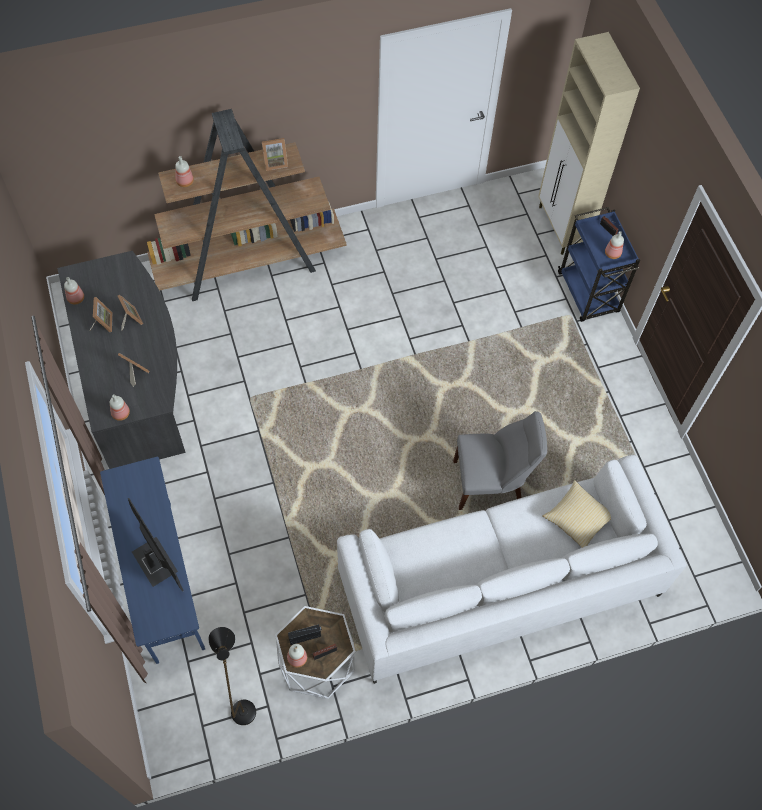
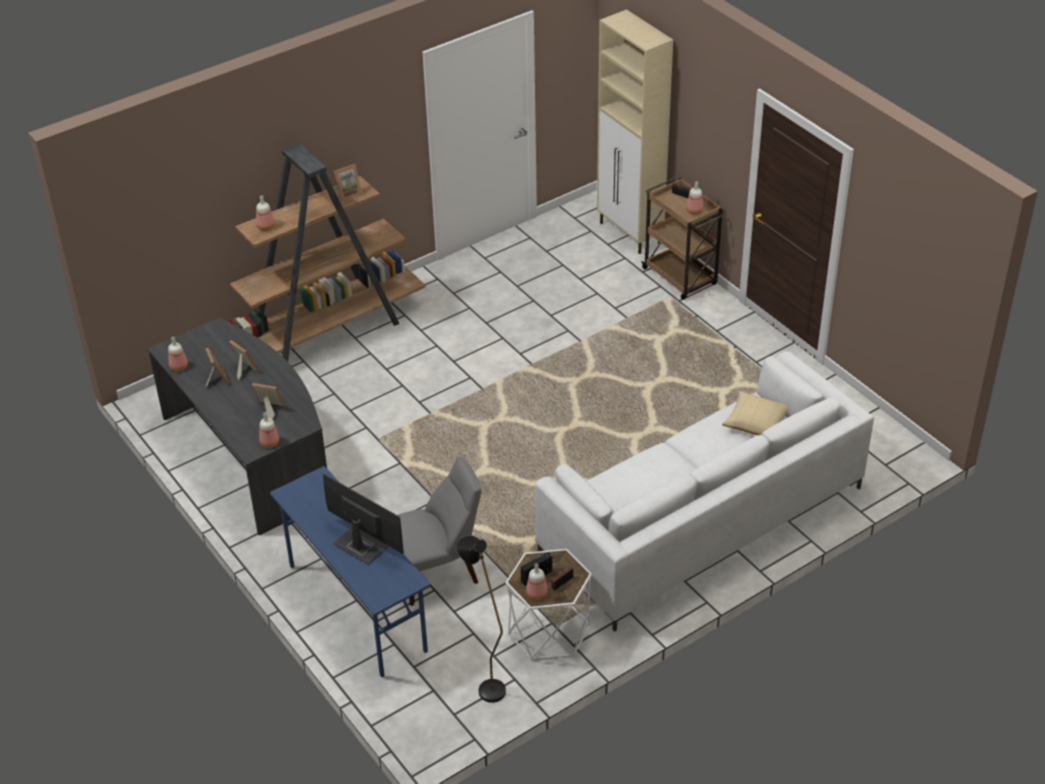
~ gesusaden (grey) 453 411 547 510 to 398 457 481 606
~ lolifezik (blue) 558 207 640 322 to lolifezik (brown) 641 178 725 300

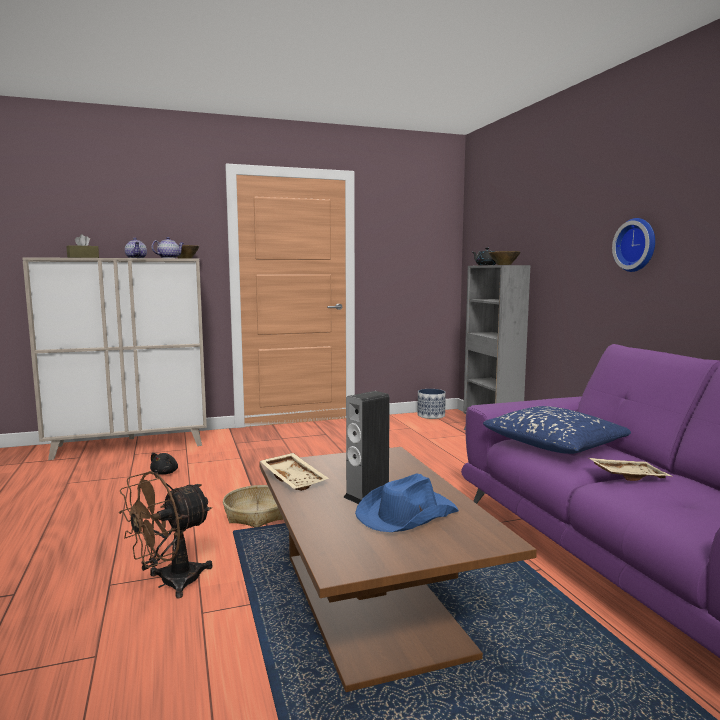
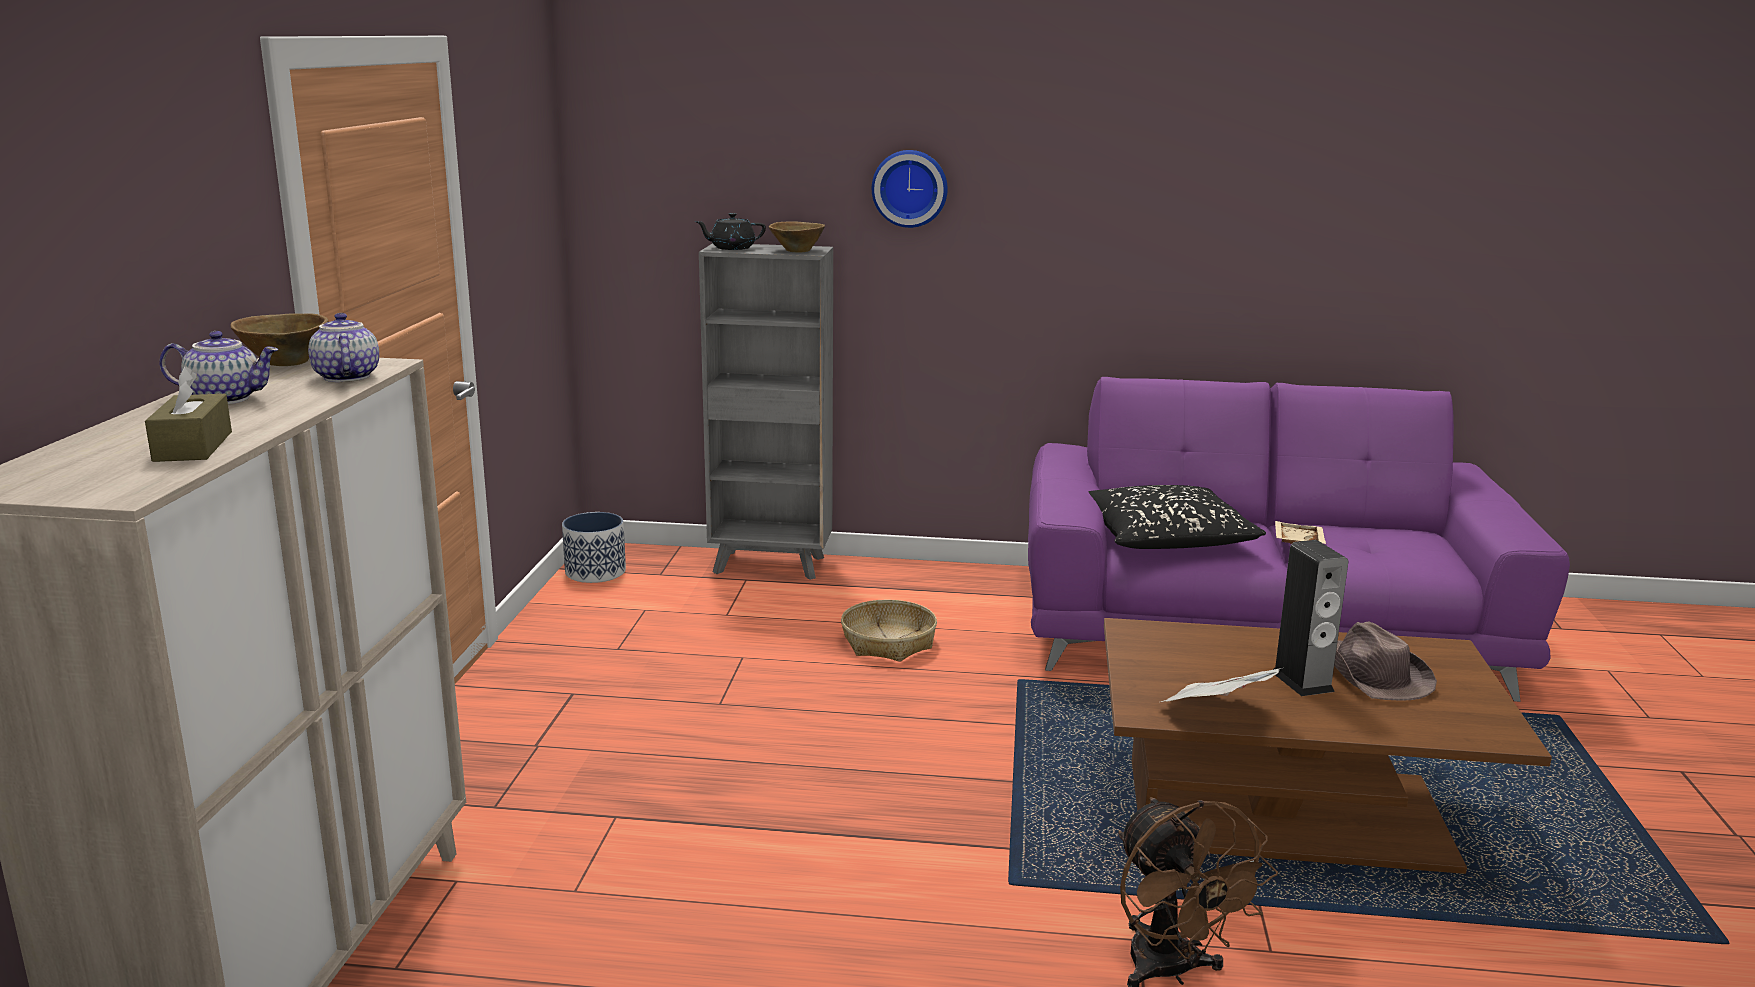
- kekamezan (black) 150 453 178 475
~ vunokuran 223 485 284 527 to 841 600 937 662
~ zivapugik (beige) 260 453 329 491 to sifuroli 1161 667 1286 702
~ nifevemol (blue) 355 474 459 532 to nifevemol (brown) 1334 622 1437 700
~ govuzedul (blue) 483 406 631 454 to govuzedul (black) 1089 485 1266 549
~ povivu 612 218 655 272 to 872 150 948 228

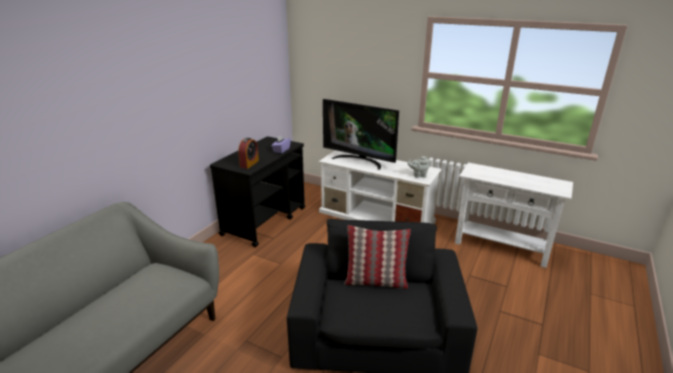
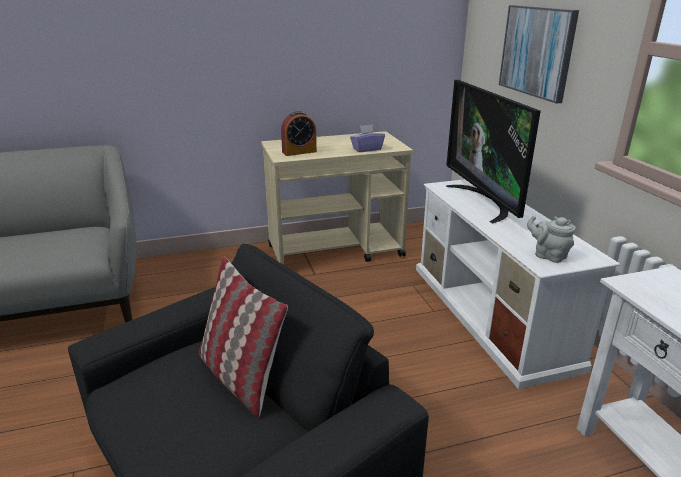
~ lolifezik (black) 210 136 305 247 to lolifezik (beige) 261 131 413 265
+ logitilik 499 5 579 104

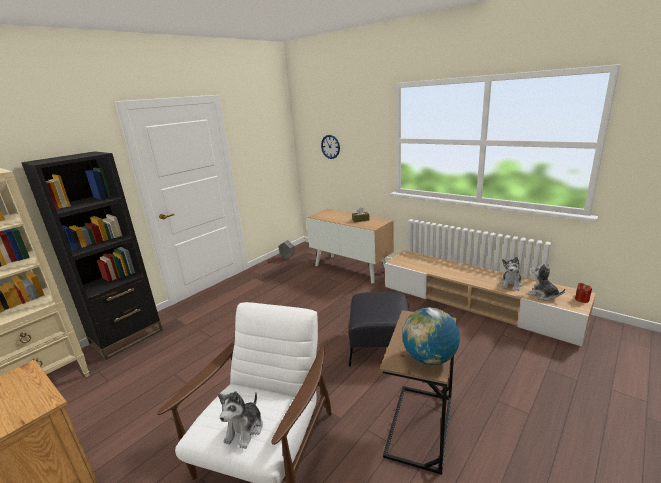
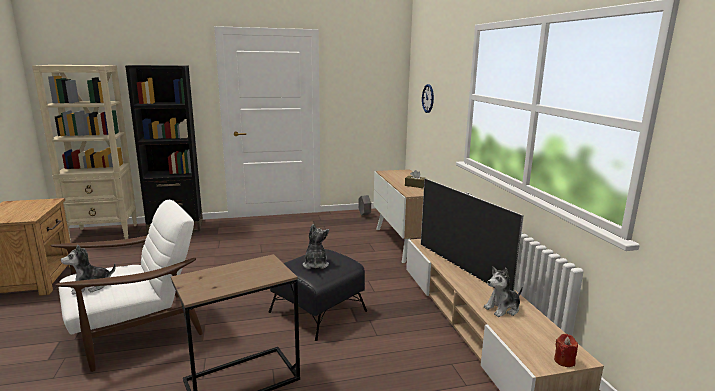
- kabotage 402 307 460 365
~ kekamezan 528 264 565 301 to 303 224 329 269
+ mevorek 421 178 524 291

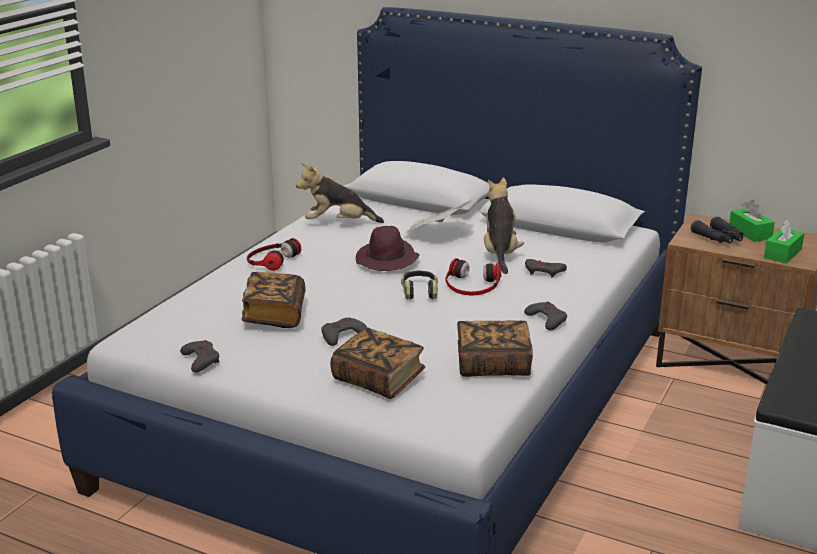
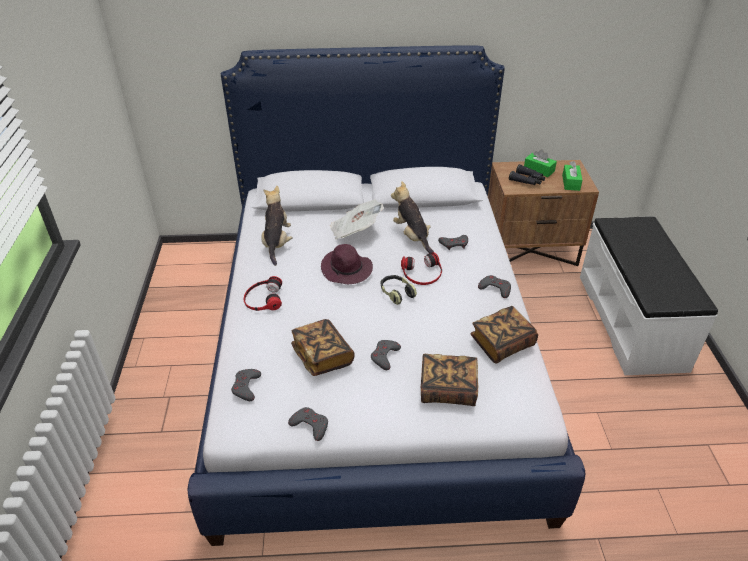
~ kekamezan 296 163 384 223 = 261 186 292 266 120 degrees clockwise
+ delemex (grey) 231 369 261 401

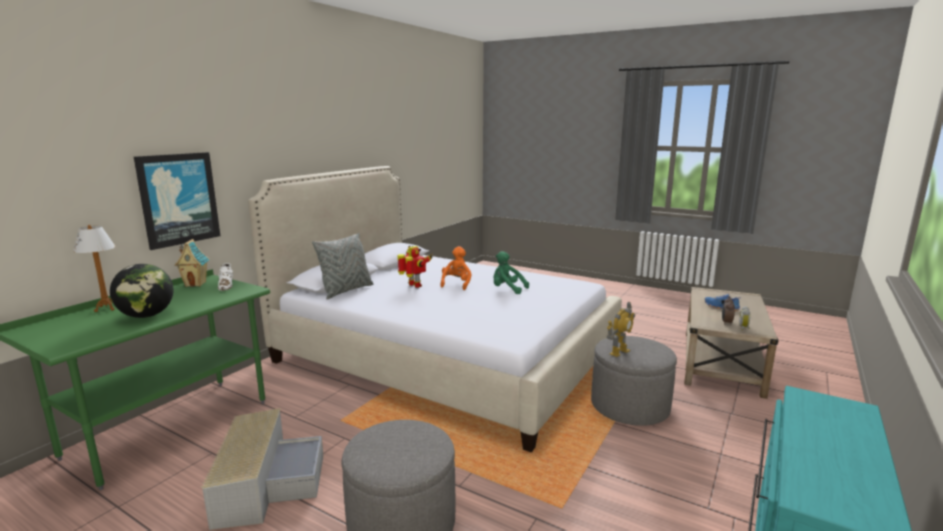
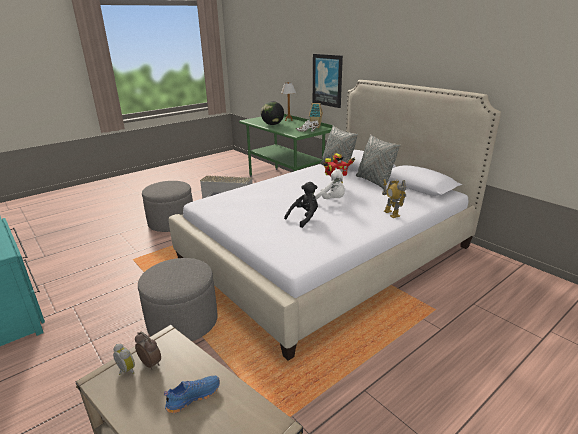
~ kekamezan (orange) 440 246 472 290 to kekamezan (white) 314 169 345 200
~ kekamezan (green) 494 251 529 294 to kekamezan (black) 284 182 318 228
~ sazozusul 607 302 635 357 to 382 179 406 218
+ govuzedul (grey) 356 134 401 188

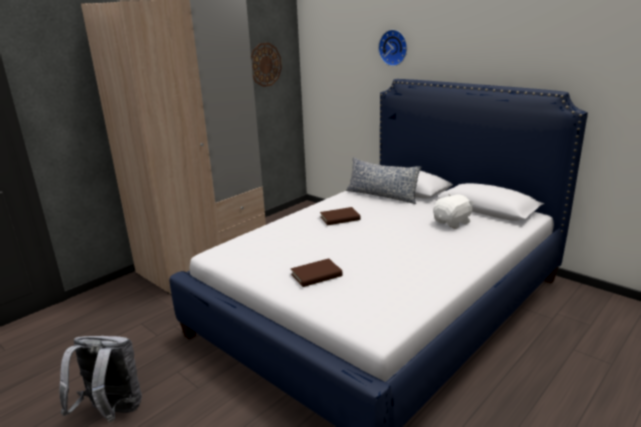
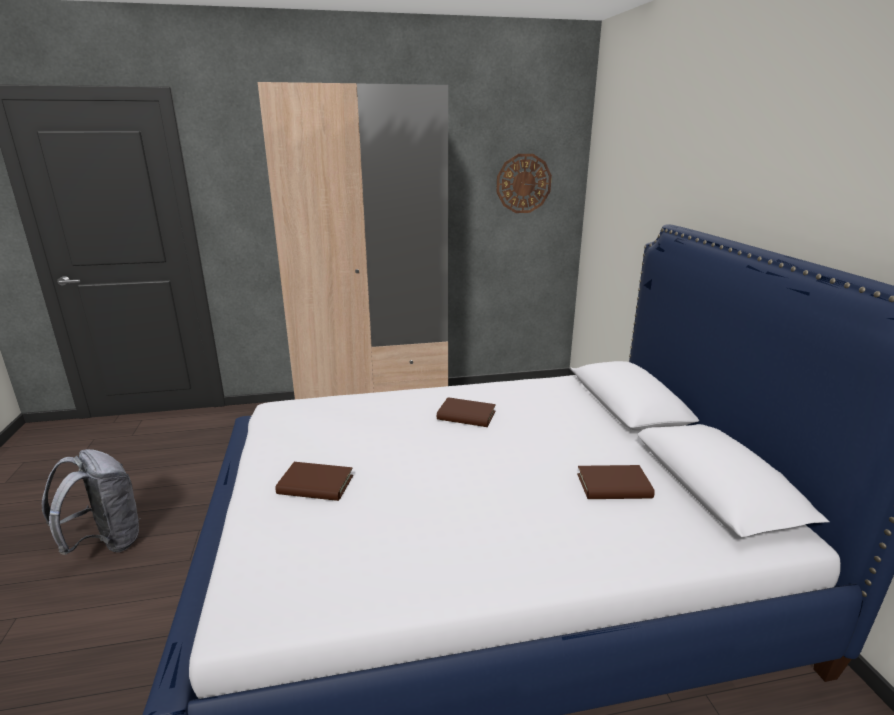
- govuzedul 346 157 421 204
- povivu 378 30 407 66
~ kekamezan (white) 433 194 474 229 to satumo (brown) 577 465 655 499

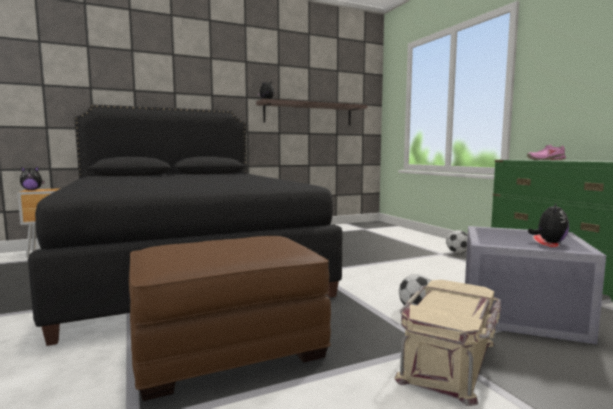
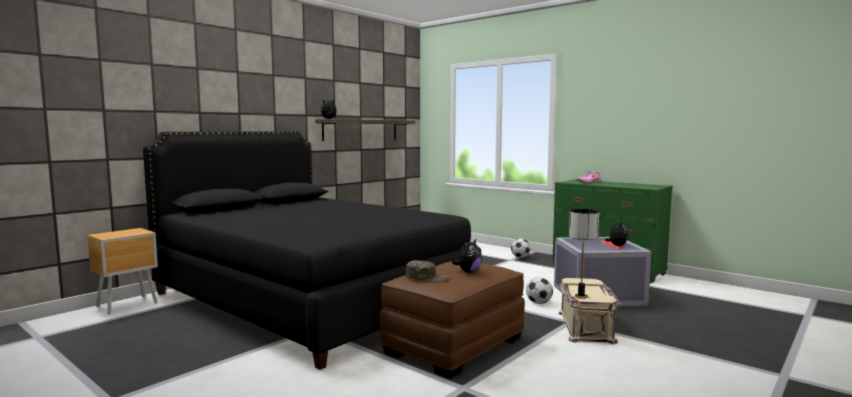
~ kekamezan 20 167 45 190 to 452 239 482 273
+ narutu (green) 405 260 448 282
+ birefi 569 209 599 299

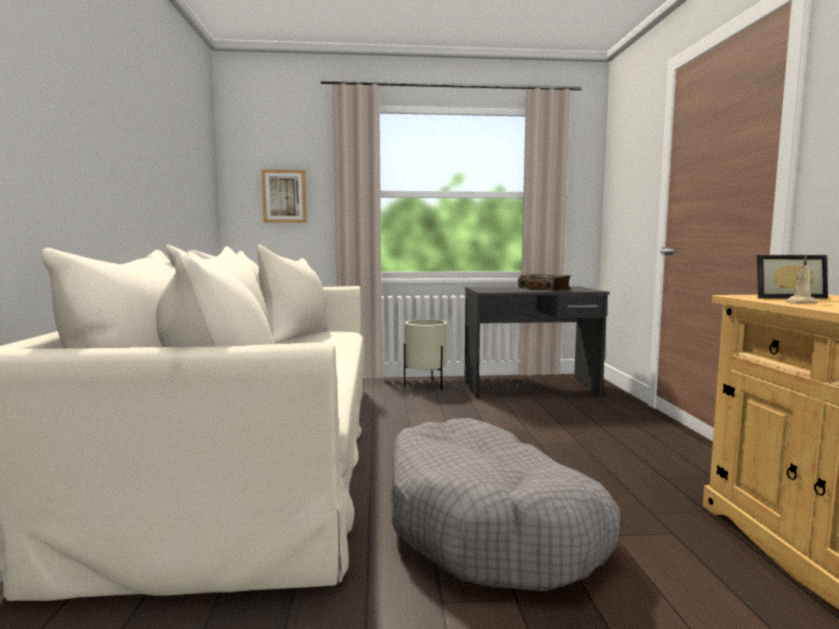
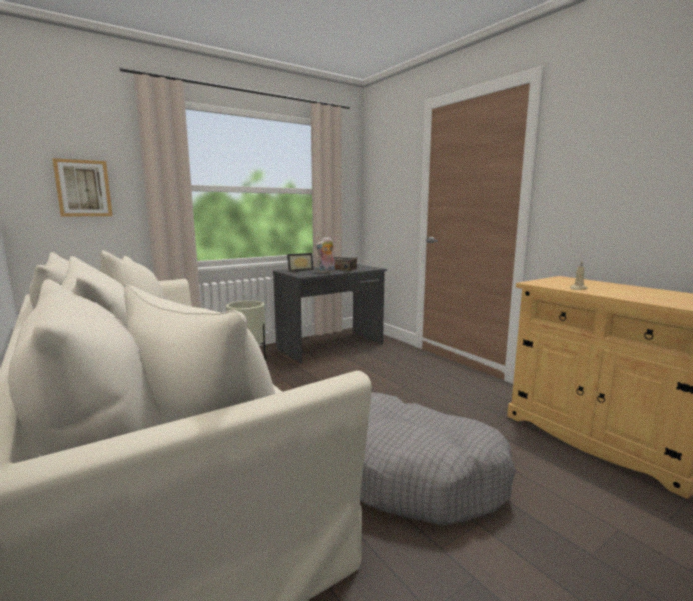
~ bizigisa 757 255 828 299 to 287 253 314 272
+ kekamezan 315 237 335 273

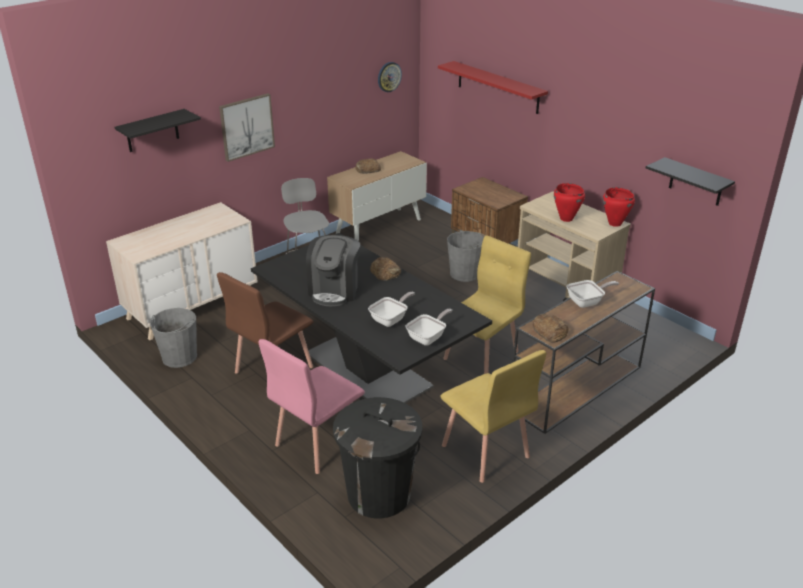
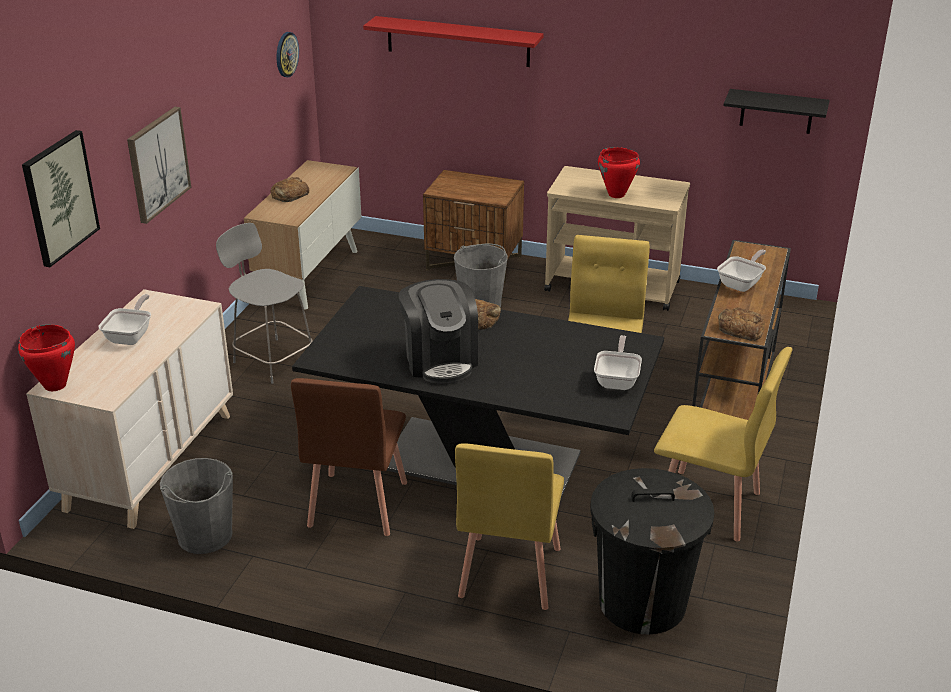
~ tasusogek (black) 114 109 201 152 to logitilik 22 130 100 267
~ gesusaden (pink) 259 339 365 474 to gesusaden (yellow) 455 443 564 610
~ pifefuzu 368 292 415 327 to 98 294 151 345
~ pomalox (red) 603 187 635 227 to 18 324 75 391

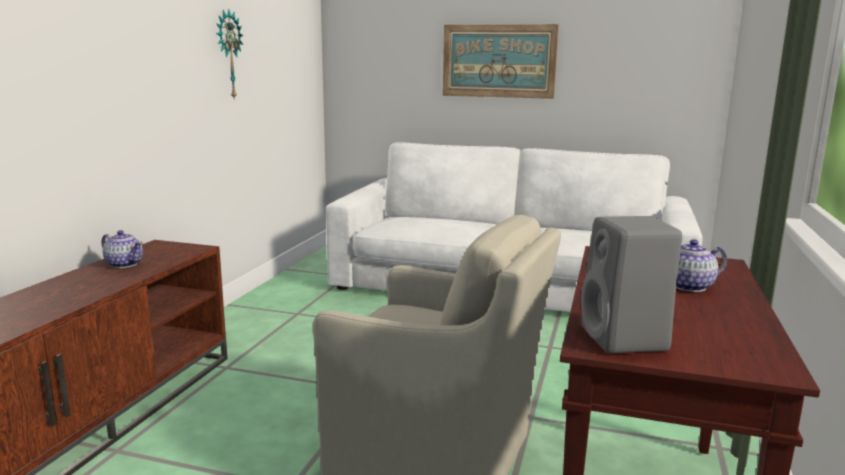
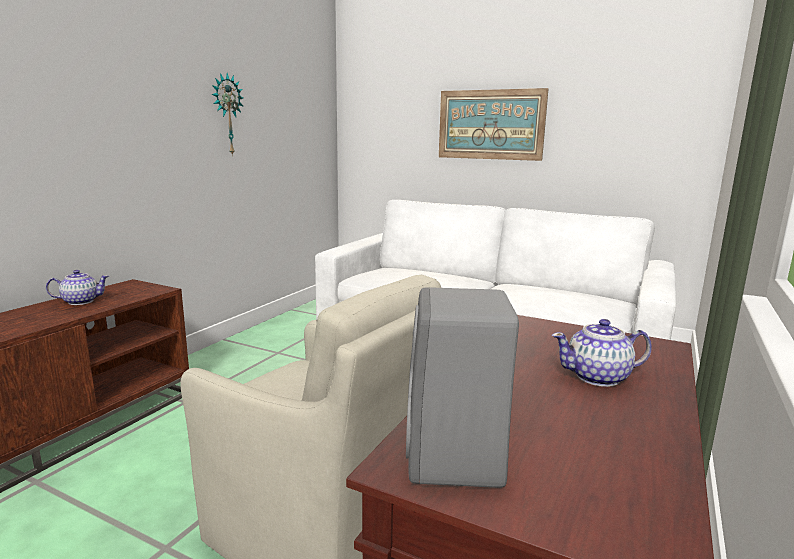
~ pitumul 101 230 143 268 = 46 270 109 305 60 degrees counterclockwise

